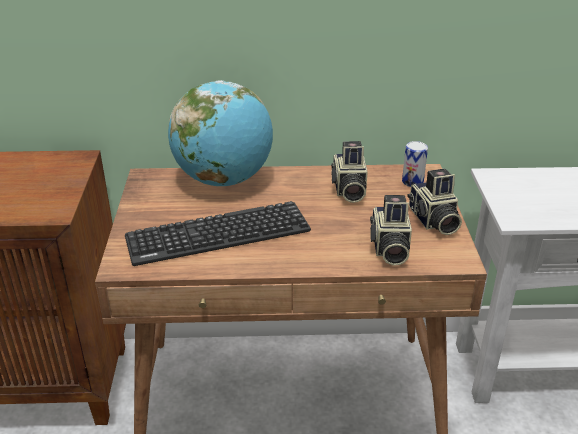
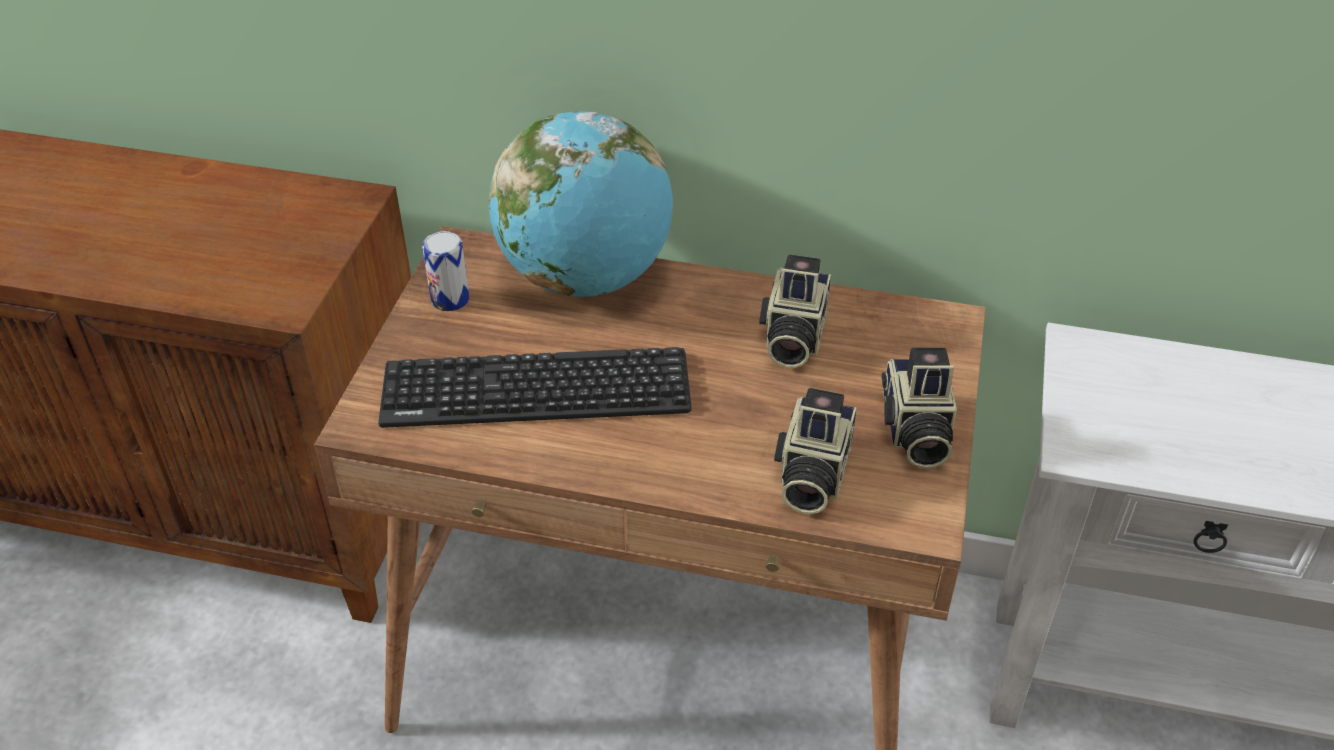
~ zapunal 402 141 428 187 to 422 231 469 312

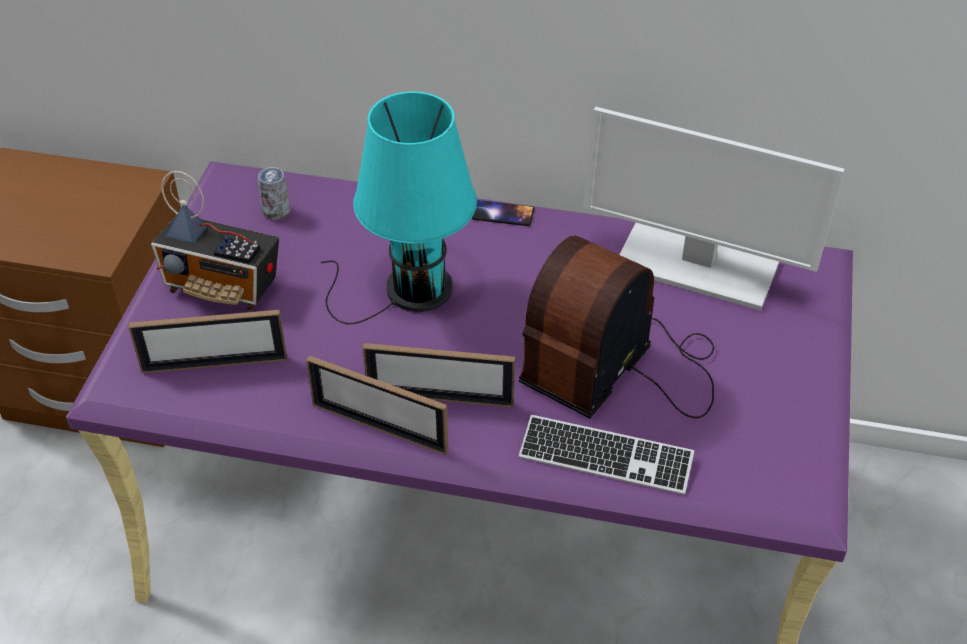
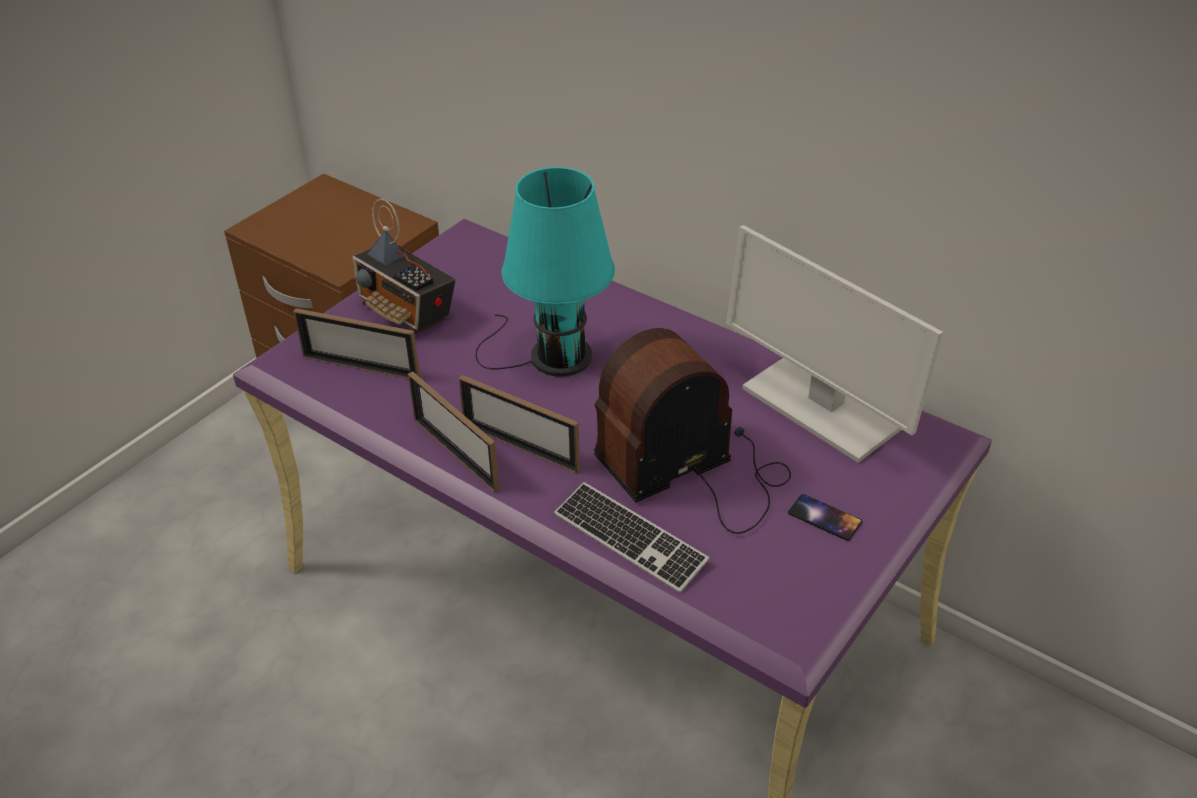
- zapunal 257 167 290 220
~ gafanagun 472 200 534 226 to 788 494 862 541

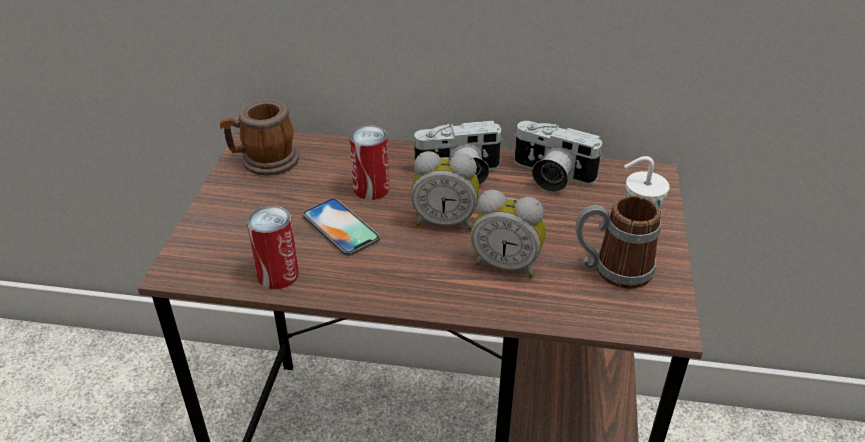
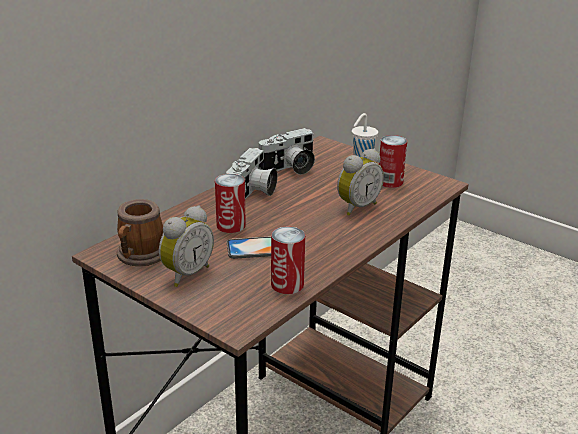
~ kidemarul 411 151 479 230 to 159 206 214 287
~ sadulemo 575 195 661 289 to zapunal 379 135 407 188

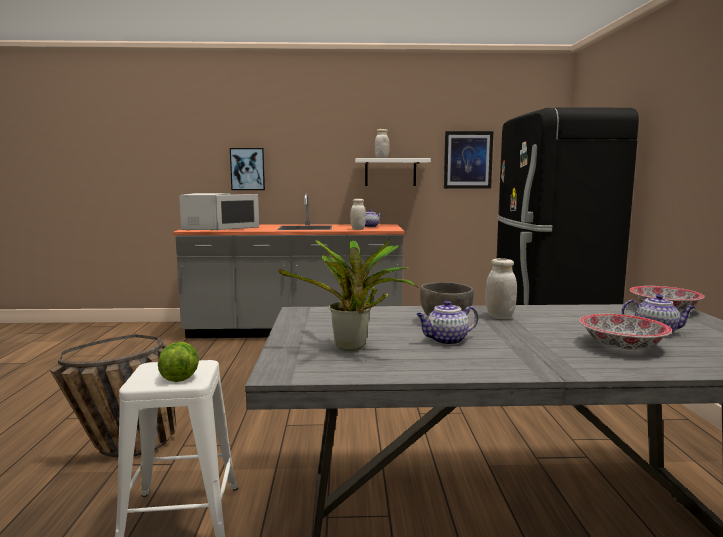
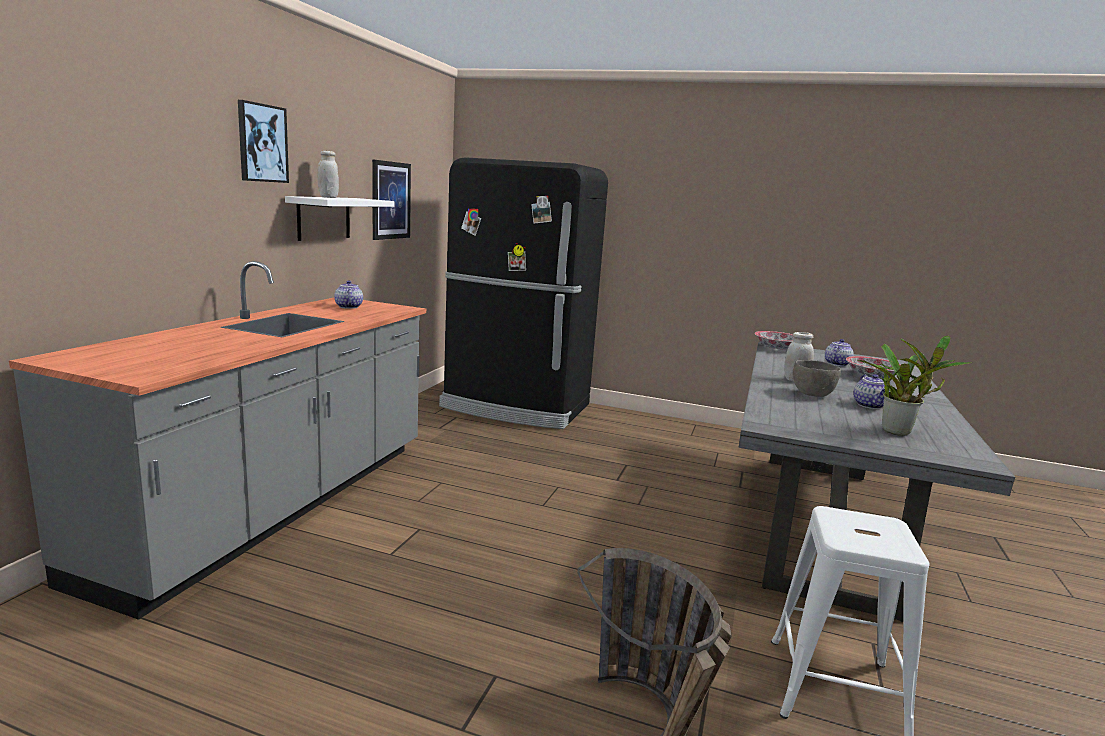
- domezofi 158 342 199 382
- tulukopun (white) 179 193 259 230
~ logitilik 230 148 265 190 to 238 100 289 183
- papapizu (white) 350 199 366 230

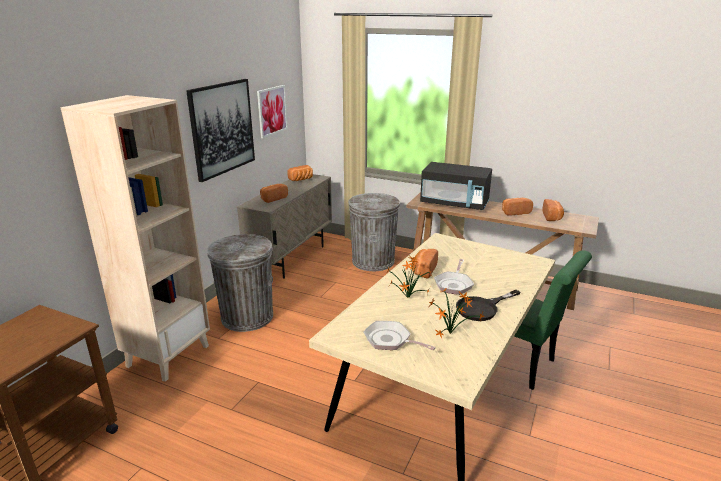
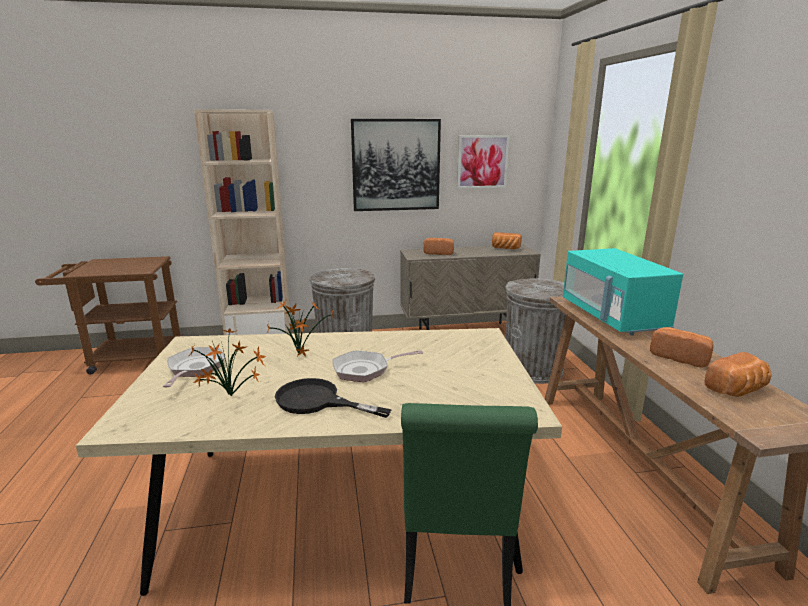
- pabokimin 411 249 438 278
~ tulukopun (black) 420 162 492 210 to tulukopun (turquoise) 563 248 683 336

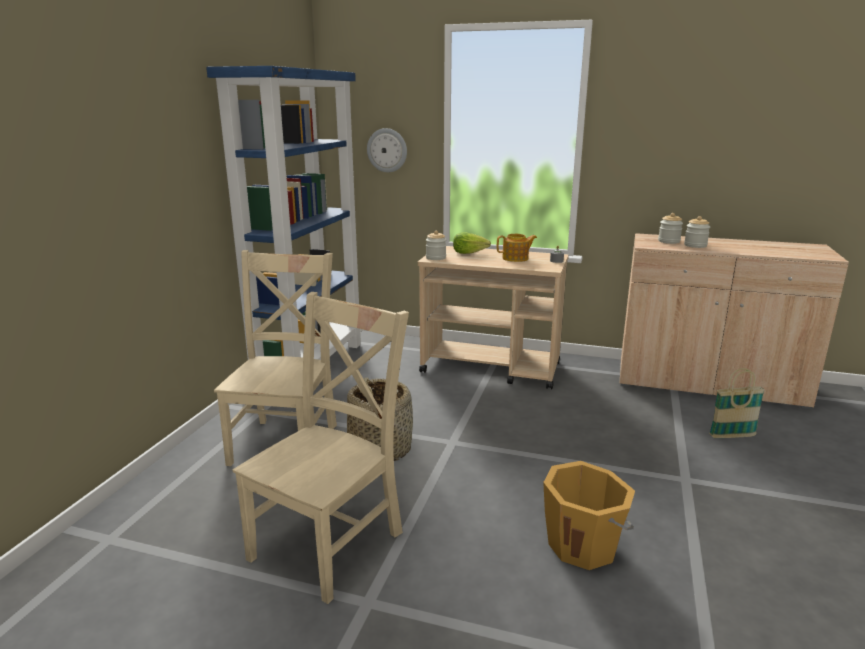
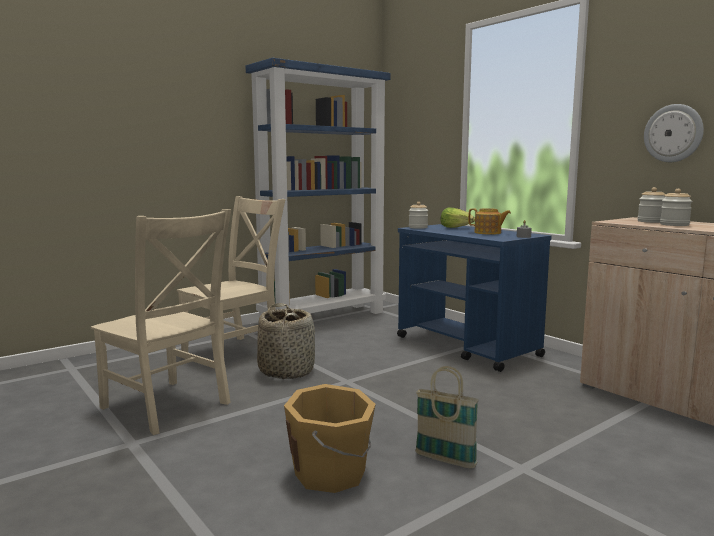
~ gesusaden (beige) 232 292 409 604 = 91 209 231 435 60 degrees clockwise
~ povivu 367 128 407 173 to 644 104 704 162
~ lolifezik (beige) 418 246 569 389 to lolifezik (blue) 397 224 552 372
~ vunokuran 709 368 765 438 to 415 366 479 468

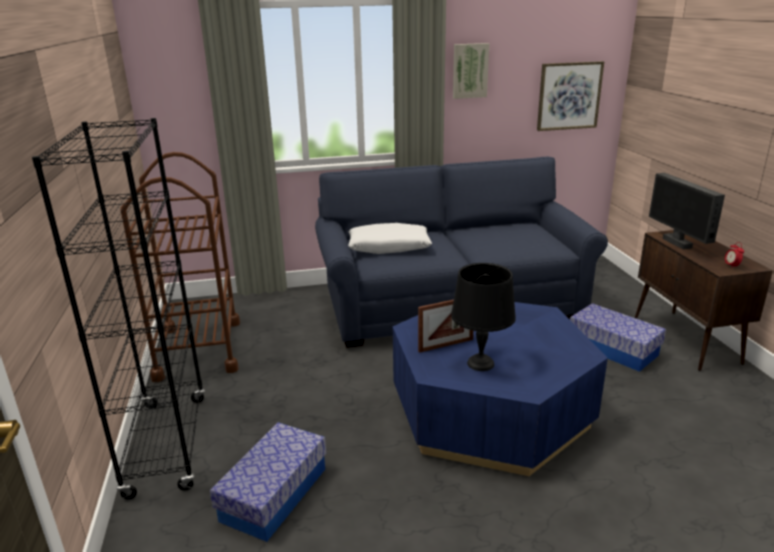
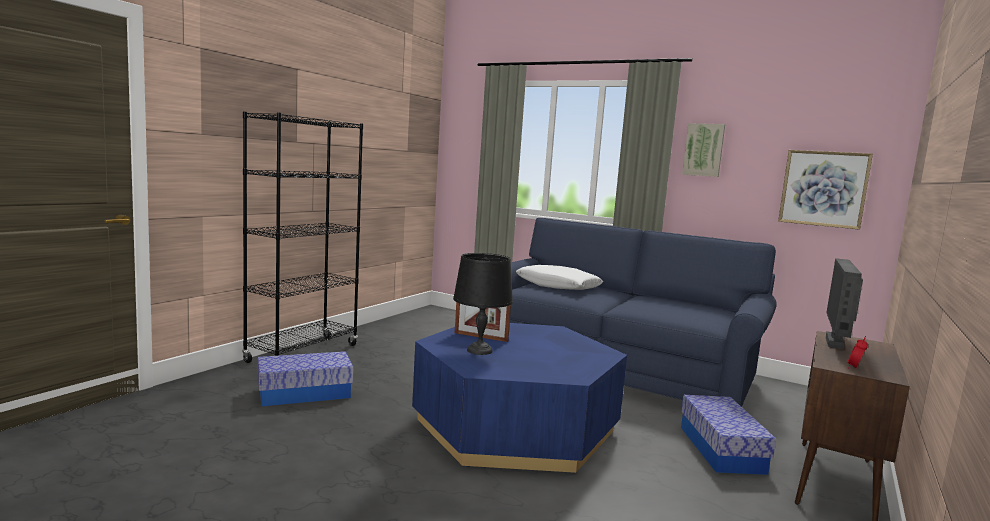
- lolifezik (brown) 120 152 240 382

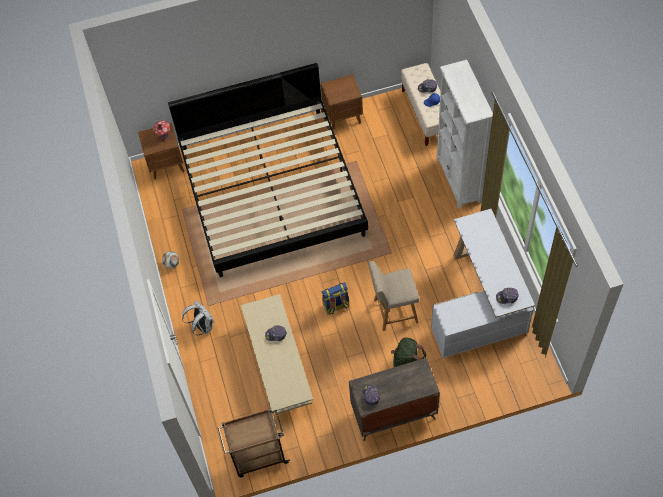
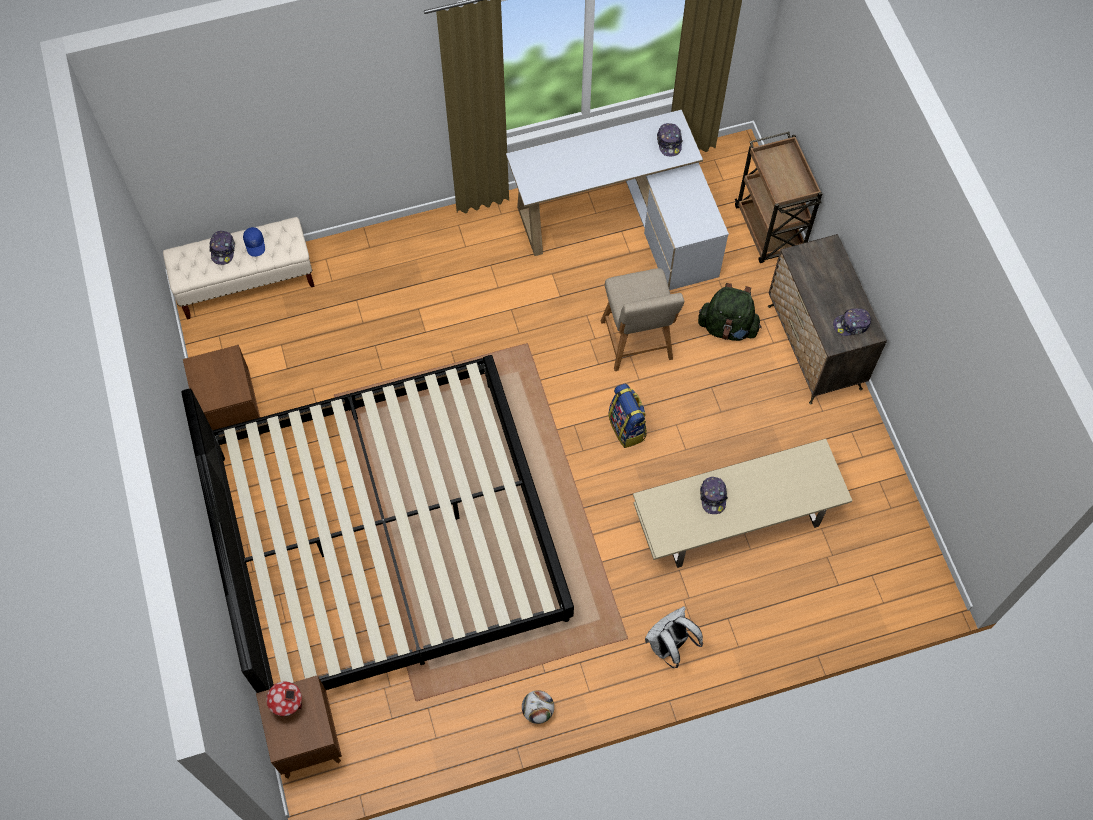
~ lolifezik (brown) 218 408 290 477 to 735 131 822 263
- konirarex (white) 436 60 493 209

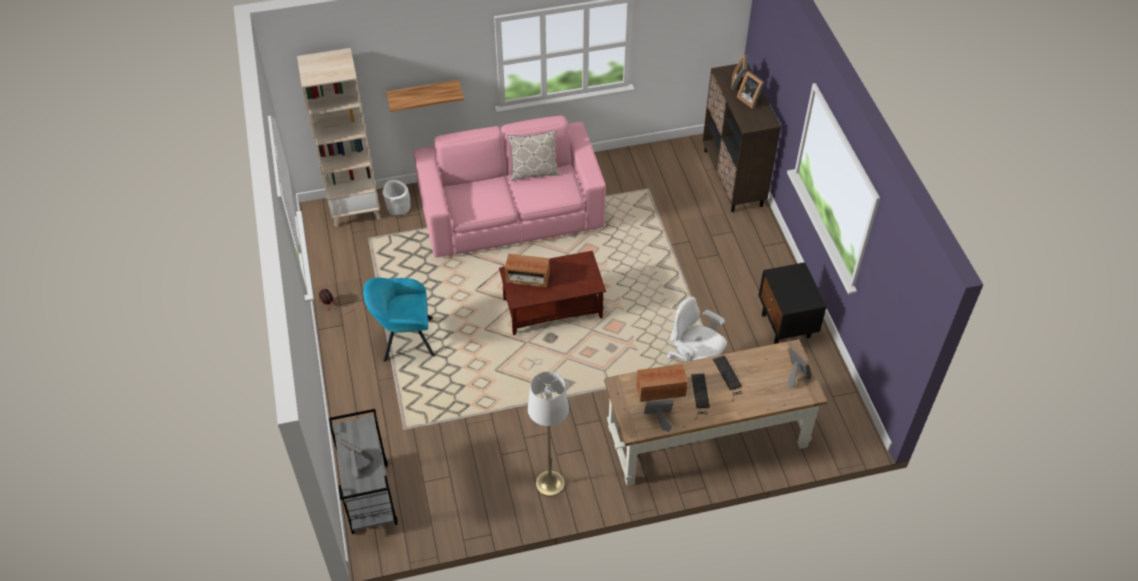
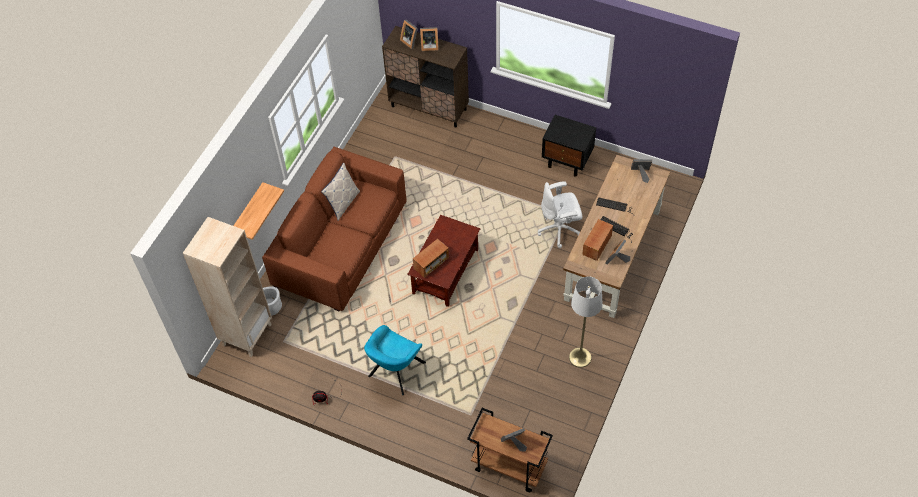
~ lolifezik (grey) 329 409 398 534 to lolifezik (brown) 467 408 553 492
~ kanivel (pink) 413 115 606 257 to kanivel (brown) 262 147 407 312

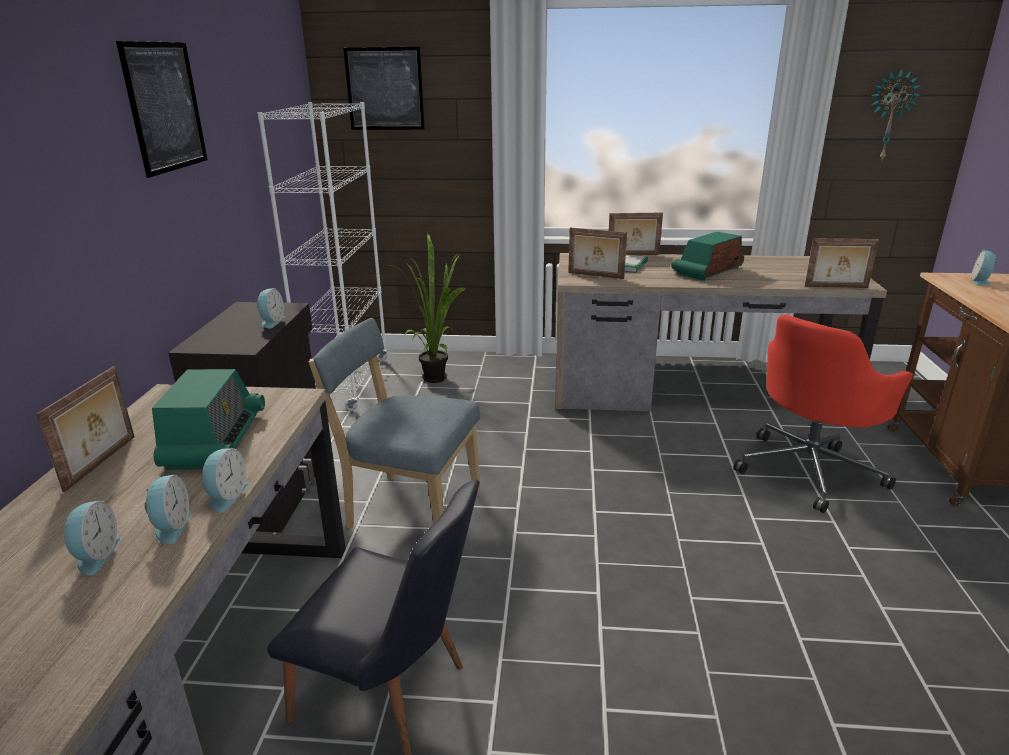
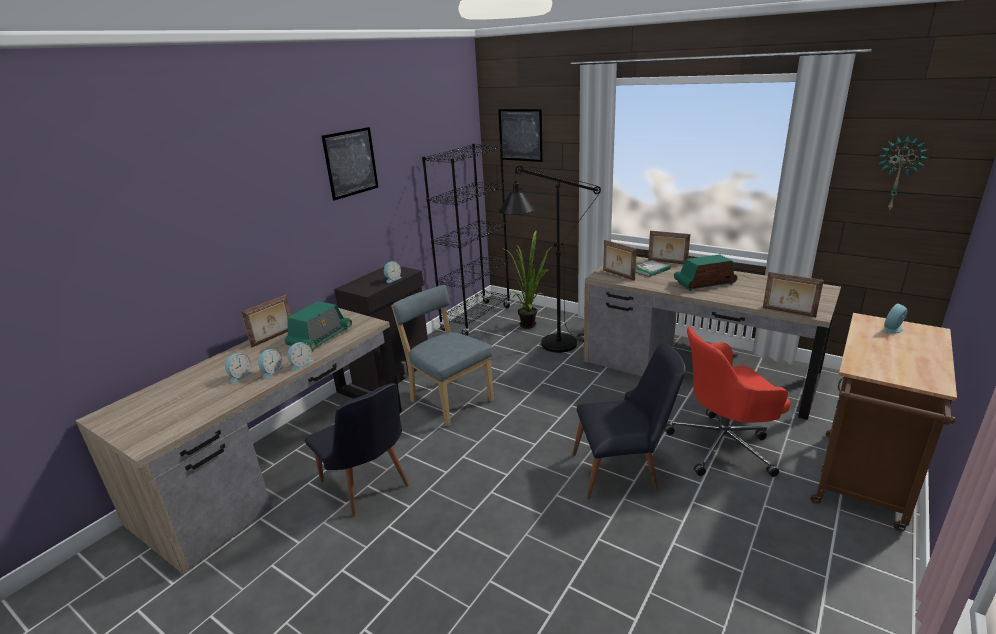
~ konirarex (white) 257 102 388 411 to konirarex (black) 422 143 511 336
+ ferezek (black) 498 165 601 353
+ gesusaden (black) 573 343 686 499

